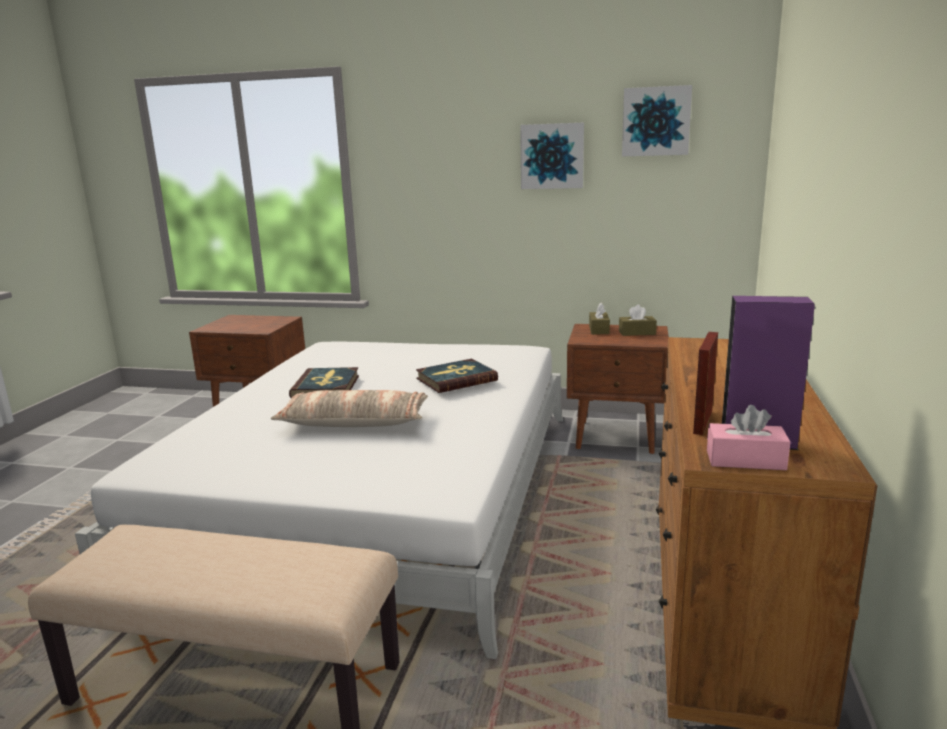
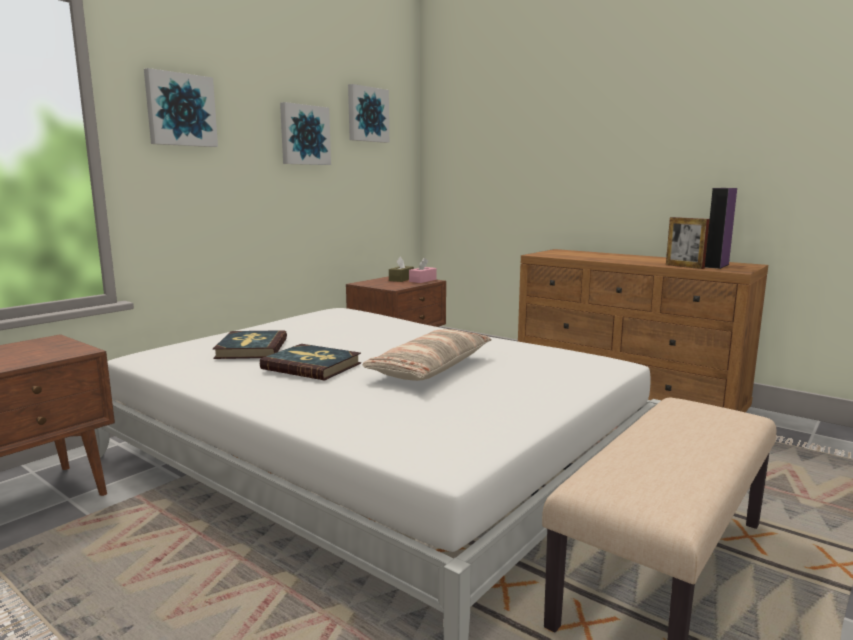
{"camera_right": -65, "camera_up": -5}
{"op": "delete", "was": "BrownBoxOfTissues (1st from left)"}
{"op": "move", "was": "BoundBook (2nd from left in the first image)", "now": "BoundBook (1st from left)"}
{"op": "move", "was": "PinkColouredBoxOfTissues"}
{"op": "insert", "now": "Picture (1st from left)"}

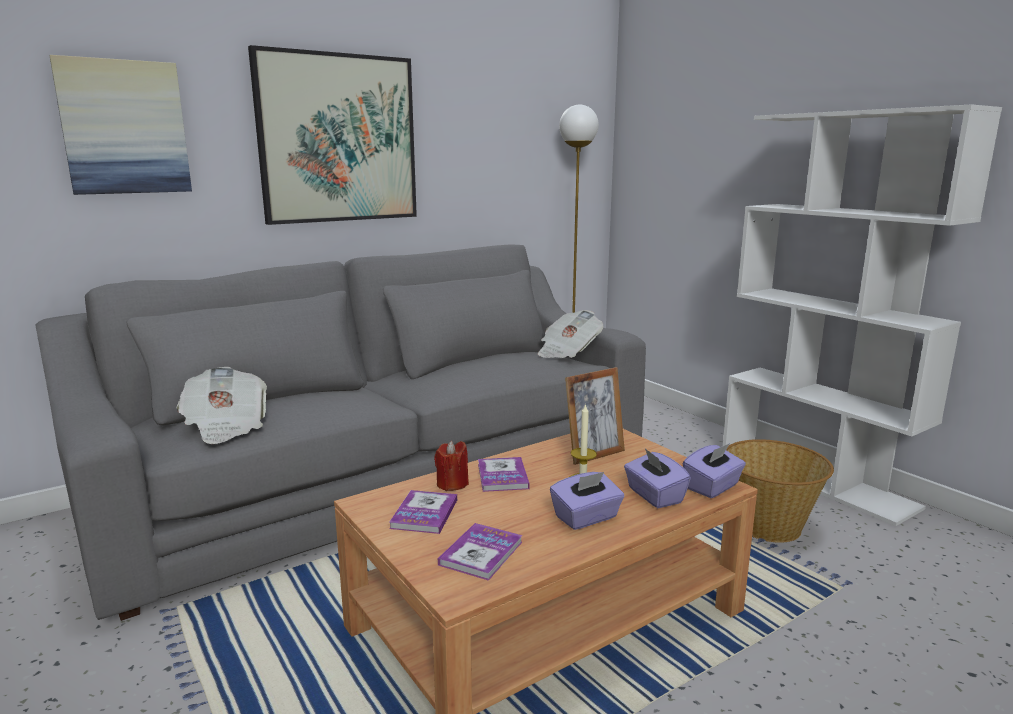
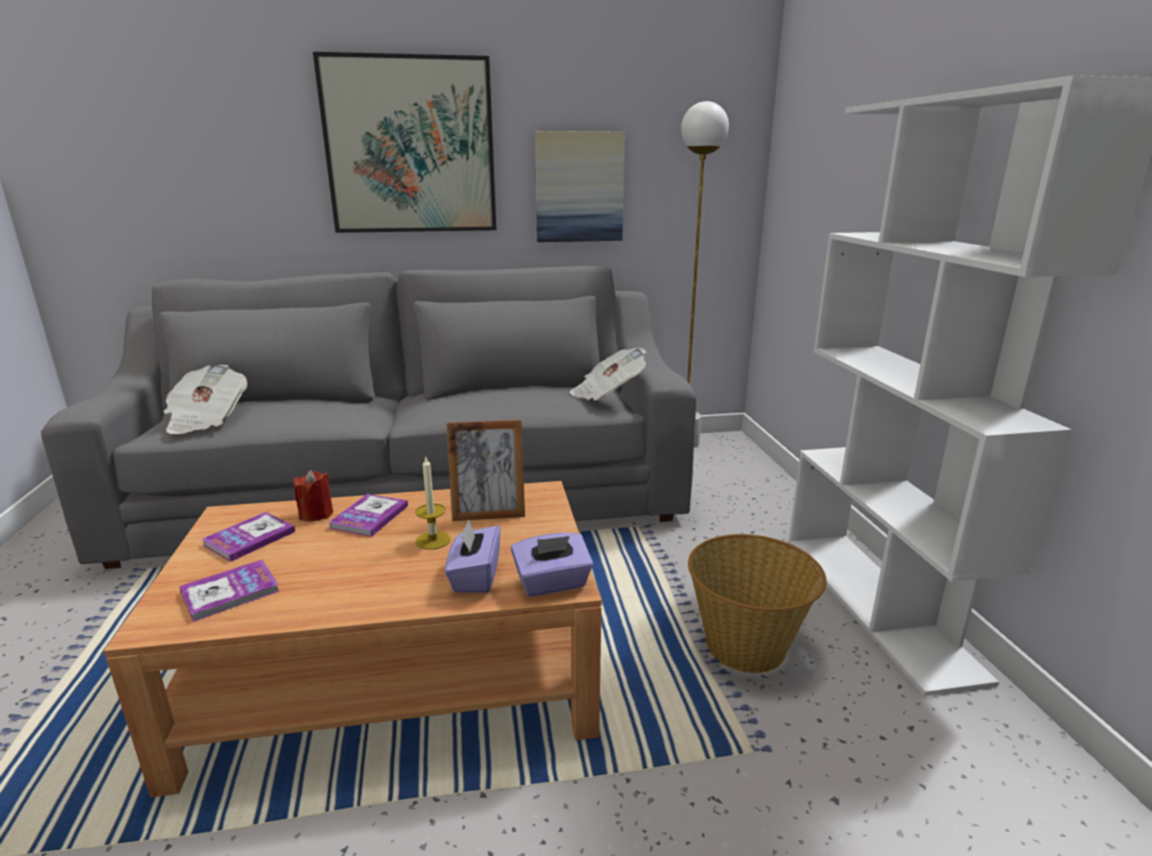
{"camera_right": 25, "camera_up": 5}
{"op": "move", "was": "Picture (1st from left in the first image)", "now": "Picture (2nd from left)"}
{"op": "delete", "was": "PurpleColouredBoxOfTissues (1st from left)"}

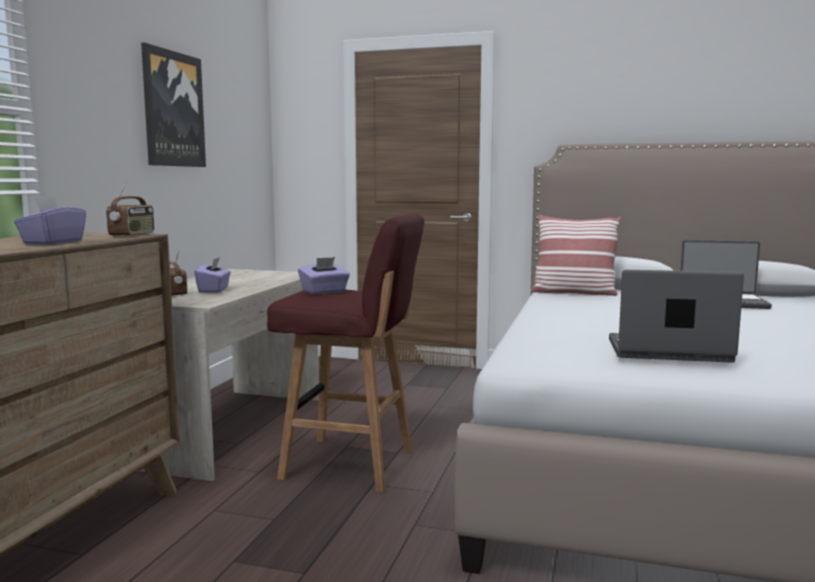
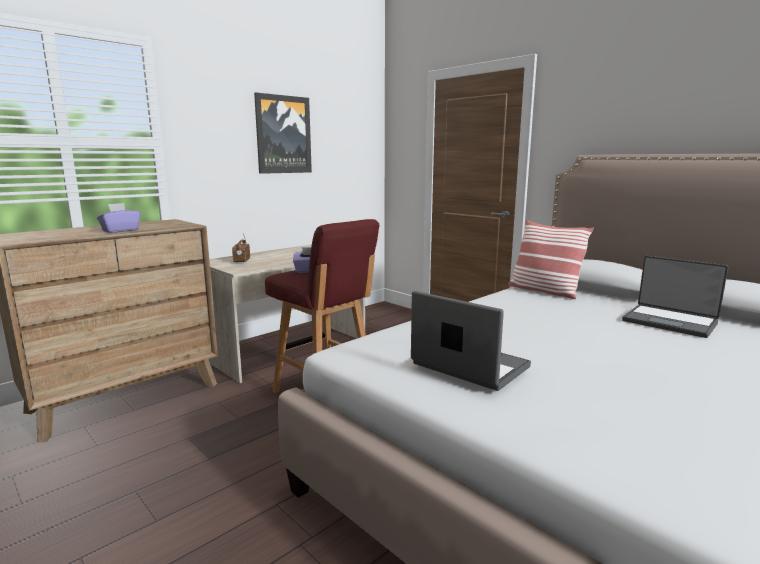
{"camera_right": 30, "camera_up": 5}
{"op": "delete", "was": "Radio (1st from left)"}
{"op": "delete", "was": "PurpleColouredBoxOfTissues (2nd from left)"}

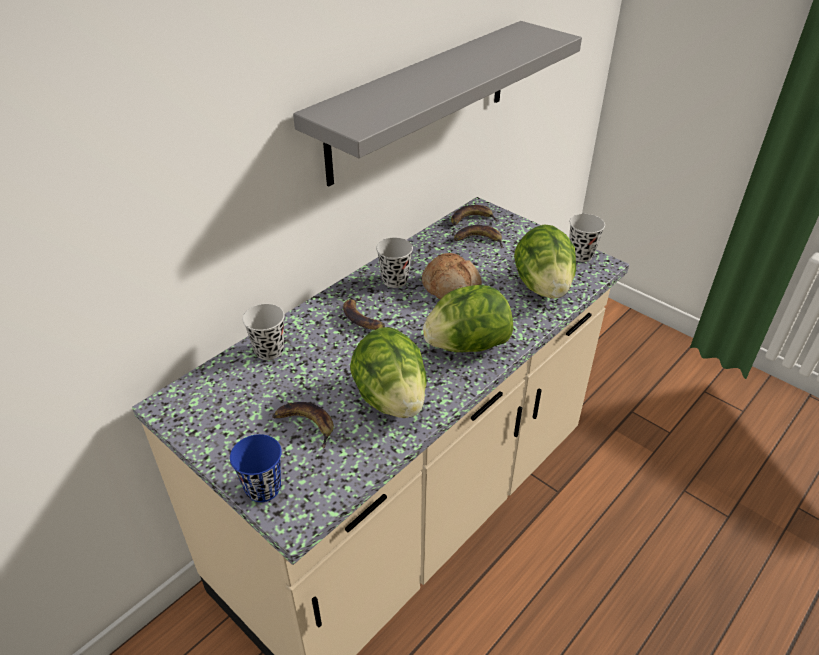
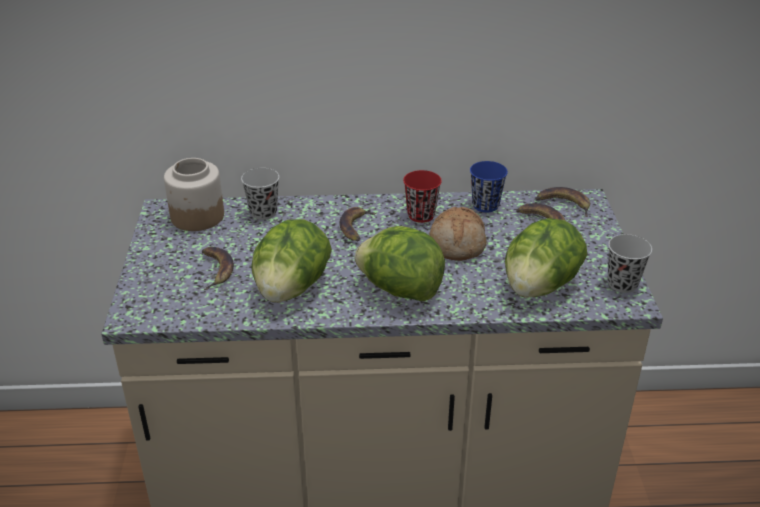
{"camera_right": 45, "camera_up": -5}
{"op": "delete", "was": "GreyishWallShelf"}
{"op": "recolor", "was": "BlackCup (2nd from left)", "now": "RedCup"}
{"op": "move", "was": "BluishCup"}
{"op": "insert", "now": "StorageJar"}

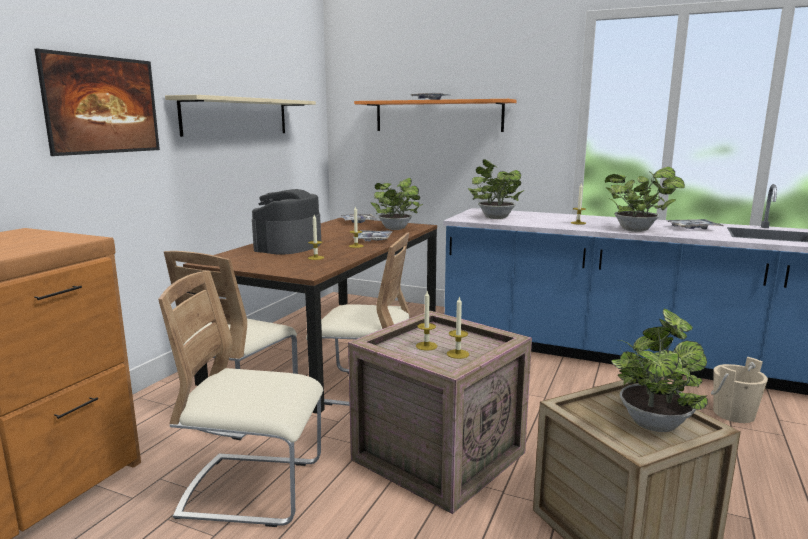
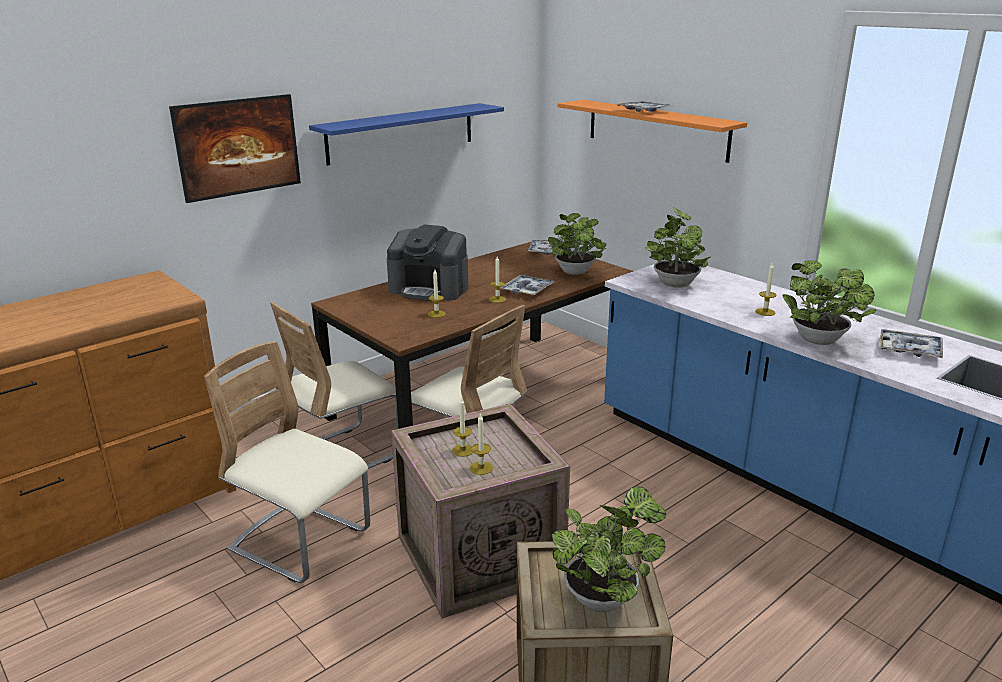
{"camera_right": 25, "camera_up": 10}
{"op": "recolor", "was": "BeigeWallShelf", "now": "BluishWallShelf"}
{"op": "rotate", "was": "CoffeeMachine", "clockwise": -120}
{"op": "delete", "was": "BeigeWaterBucket"}

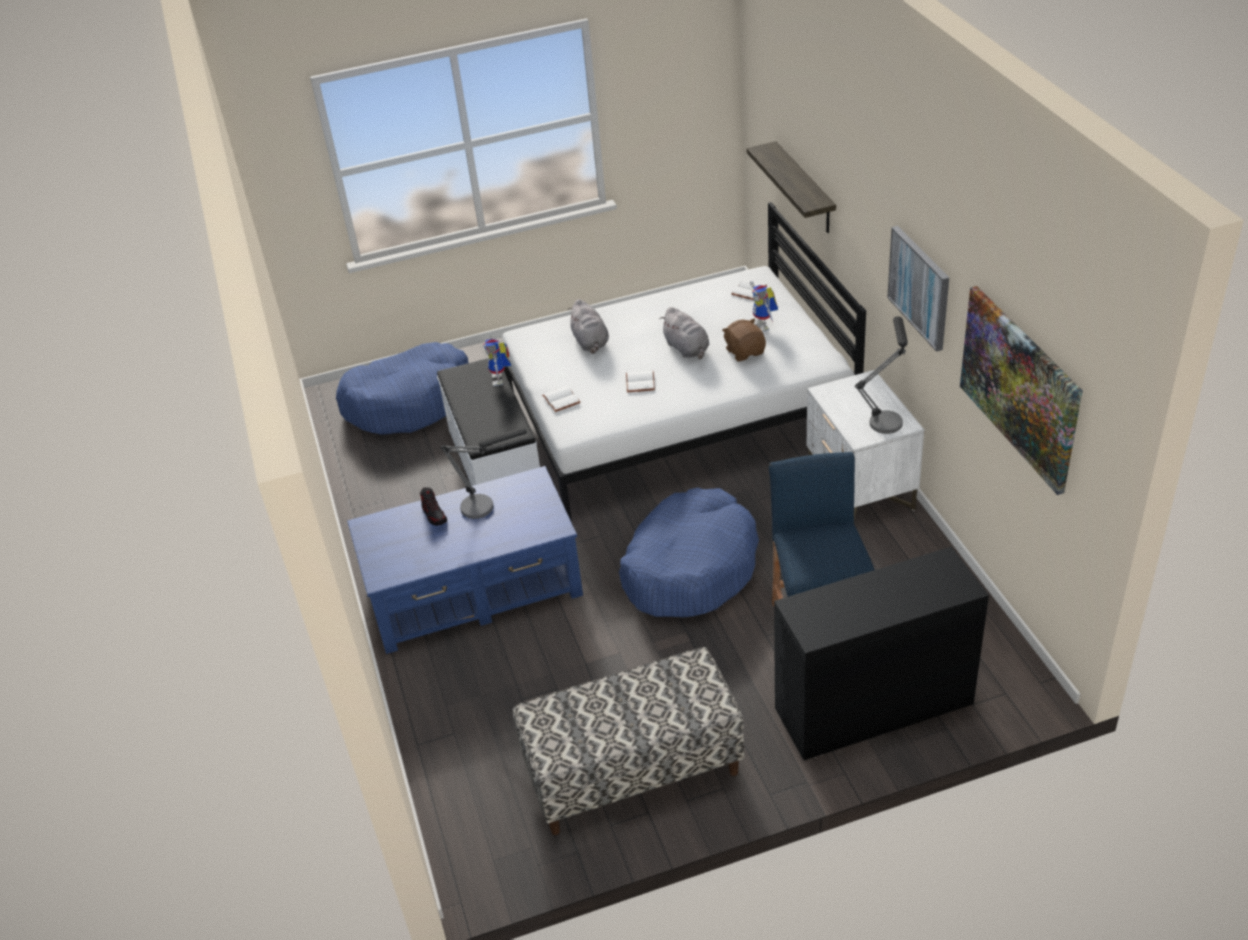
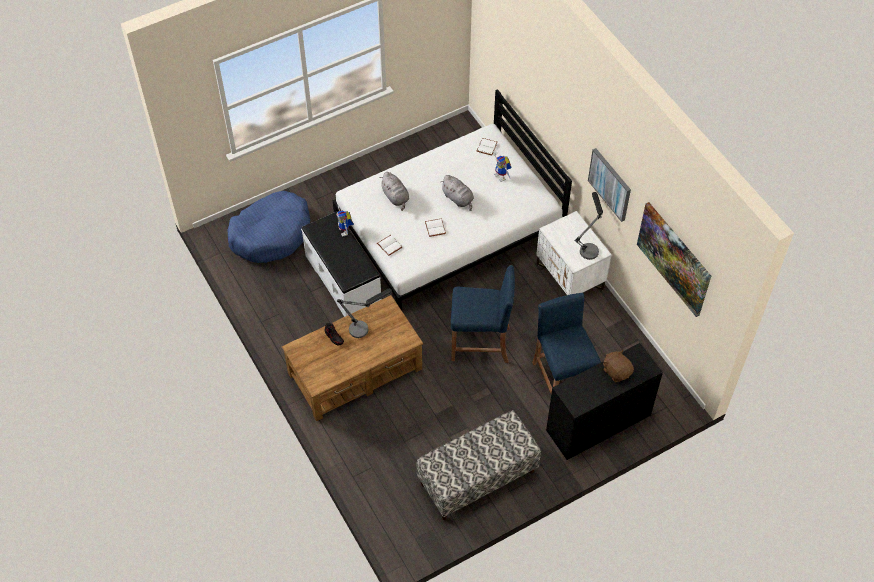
{"camera_right": -15, "camera_up": 15}
{"op": "delete", "was": "WallShelf"}
{"op": "move", "was": "BrownCuddlyToy"}
{"op": "recolor", "was": "BluishCoffeeTable", "now": "BrownCoffeeTable"}
{"op": "replace", "was": "BluishDogCushion (2nd from left)", "now": "BluishStoolSeat (1st from left)"}

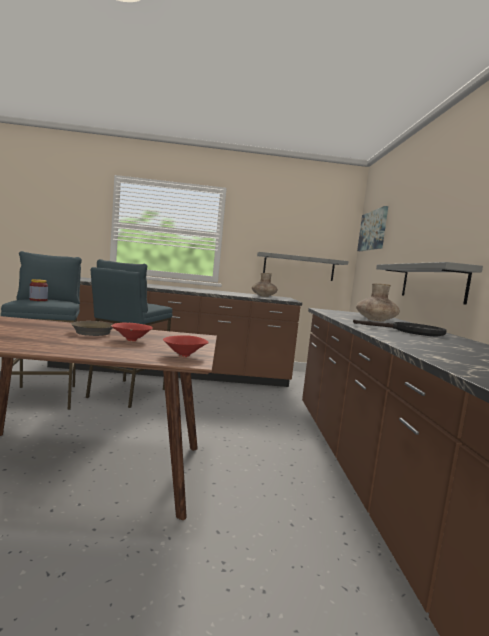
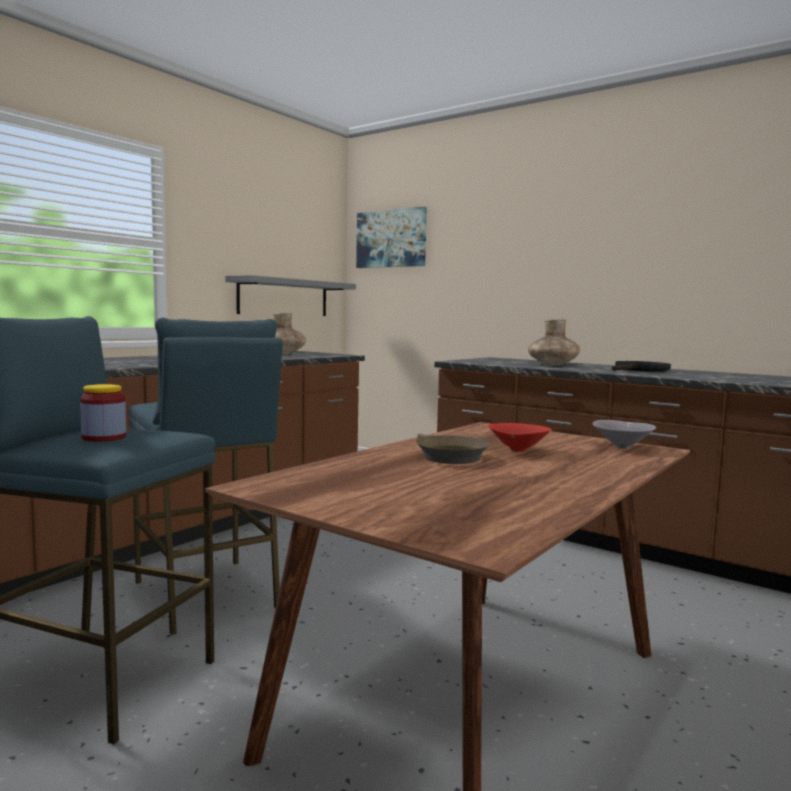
{"camera_right": -50, "camera_up": 0}
{"op": "delete", "was": "GreyishWallShelf (2nd from left)"}
{"op": "recolor", "was": "RedDeepDish (2nd from left)", "now": "GreyishDeepDish"}

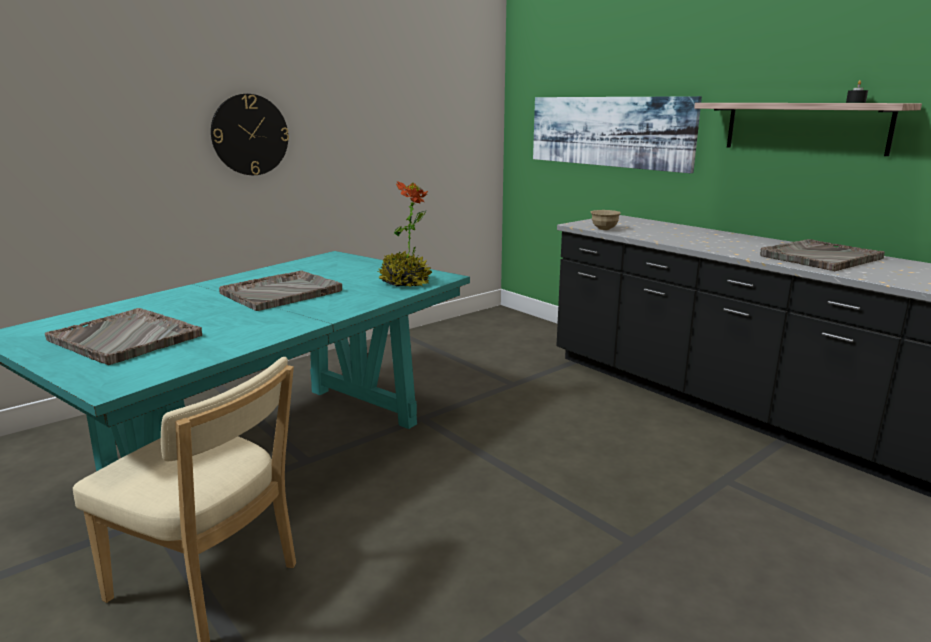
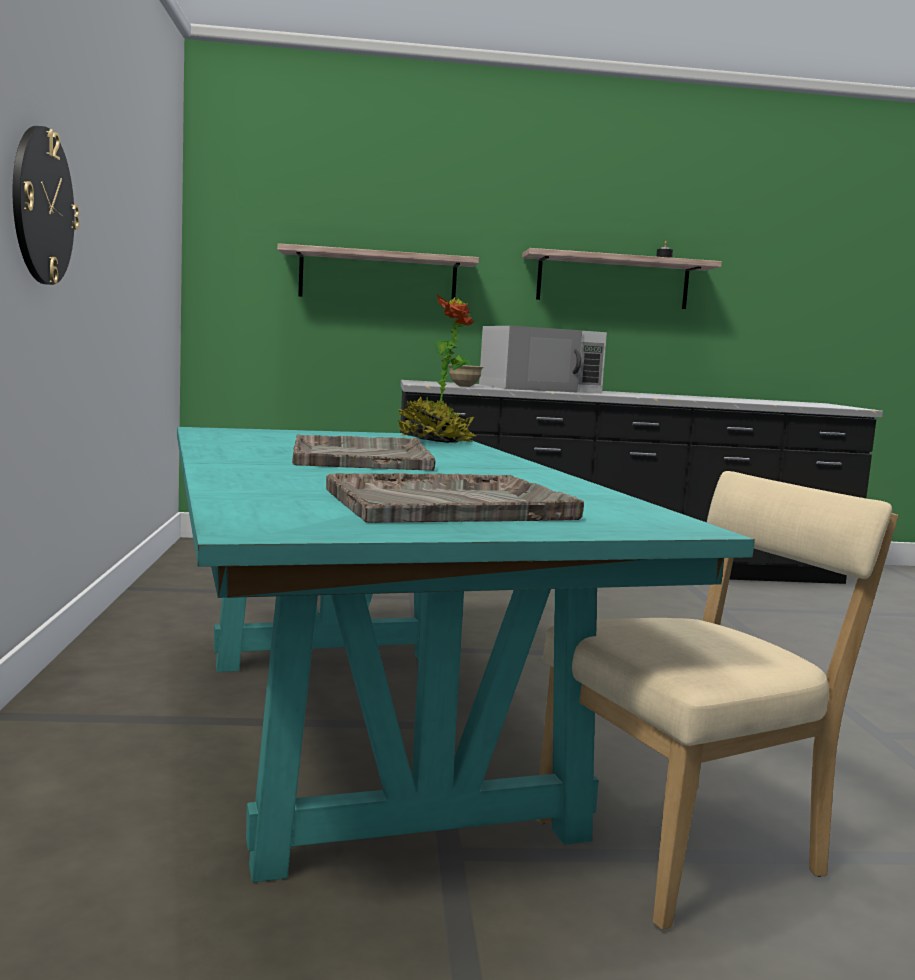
{"camera_right": -55, "camera_up": -10}
{"op": "replace", "was": "Picture", "now": "WallShelf (1st from left)"}
{"op": "delete", "was": "GreyishCarryingTray (3rd from left)"}
{"op": "insert", "now": "WhiteMicrowave"}

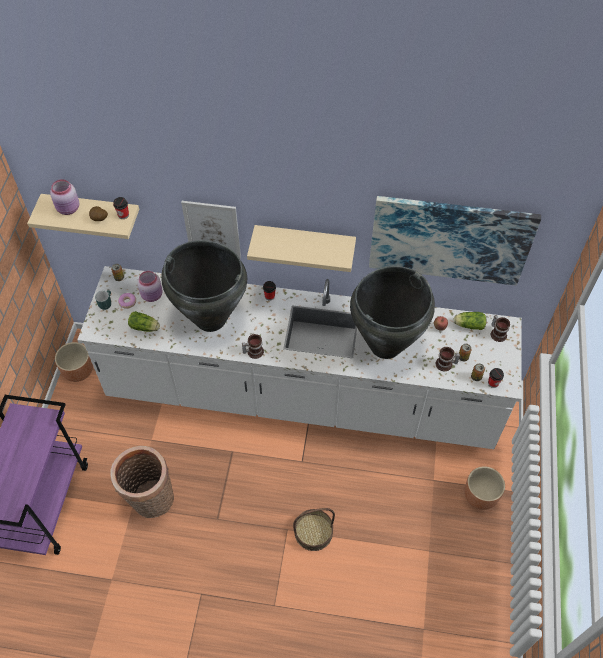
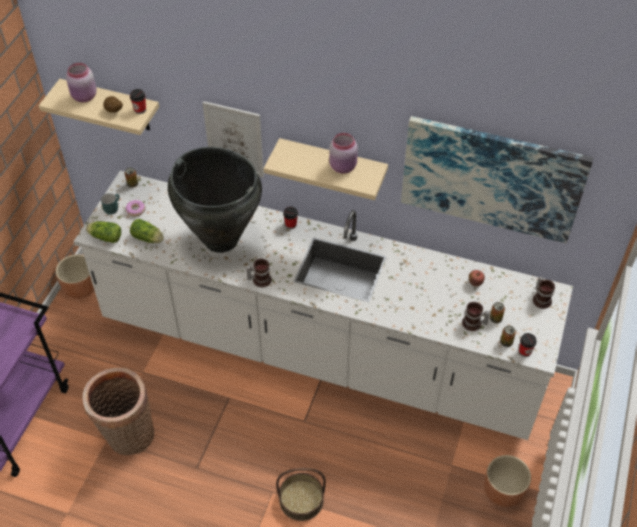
{"camera_right": 10, "camera_up": -5}
{"op": "delete", "was": "BlackVase (2nd from left)"}
{"op": "move", "was": "PinkColouredStorageJar (2nd from left)"}
{"op": "move", "was": "LettuceHead (2nd from left in the first image)", "now": "LettuceHead (1st from left)"}

